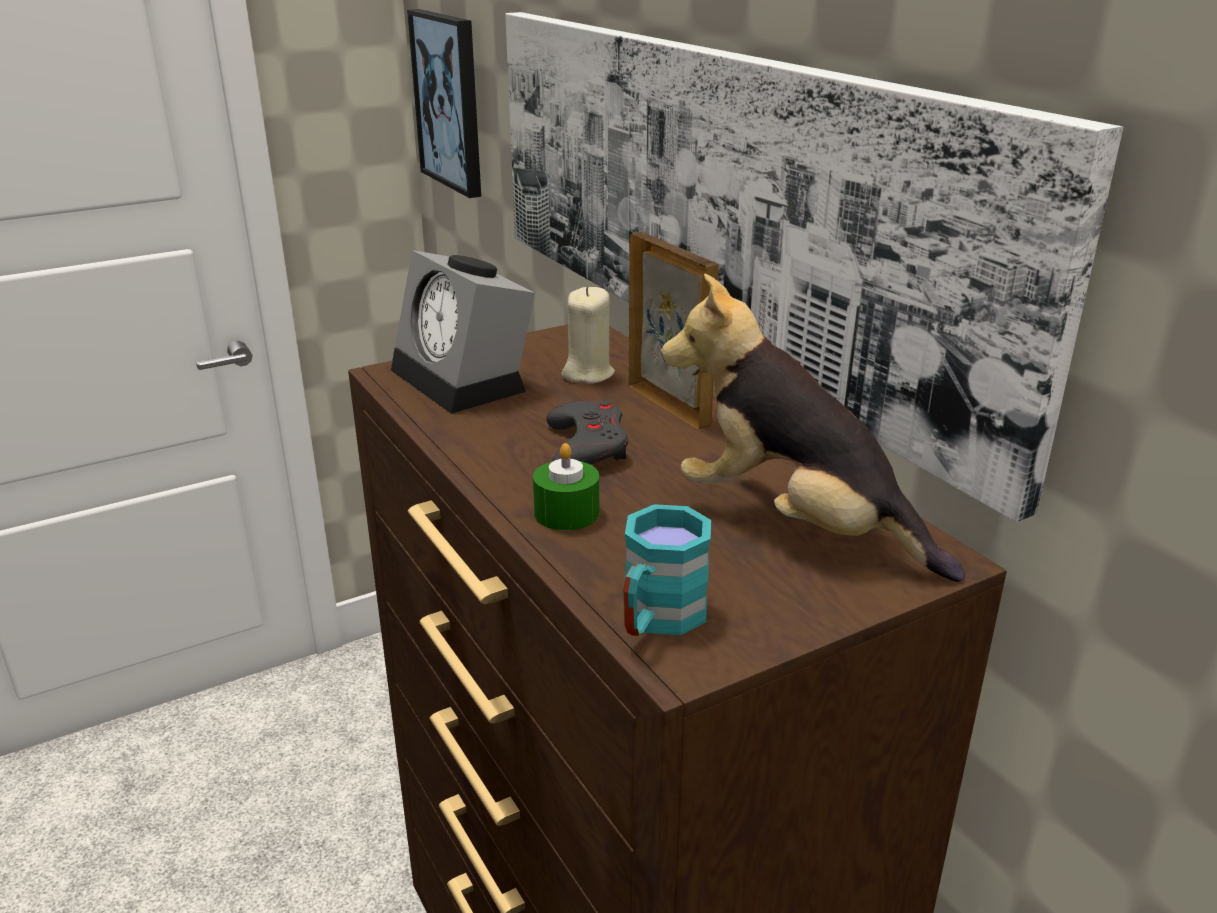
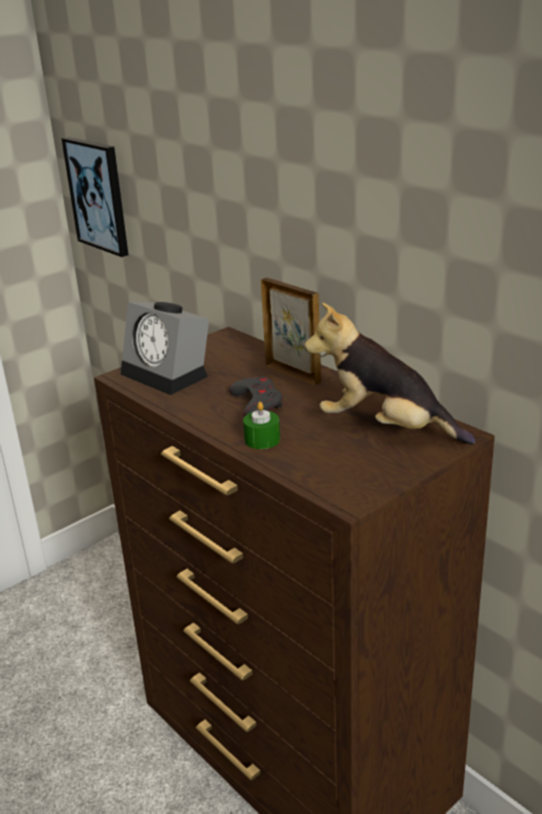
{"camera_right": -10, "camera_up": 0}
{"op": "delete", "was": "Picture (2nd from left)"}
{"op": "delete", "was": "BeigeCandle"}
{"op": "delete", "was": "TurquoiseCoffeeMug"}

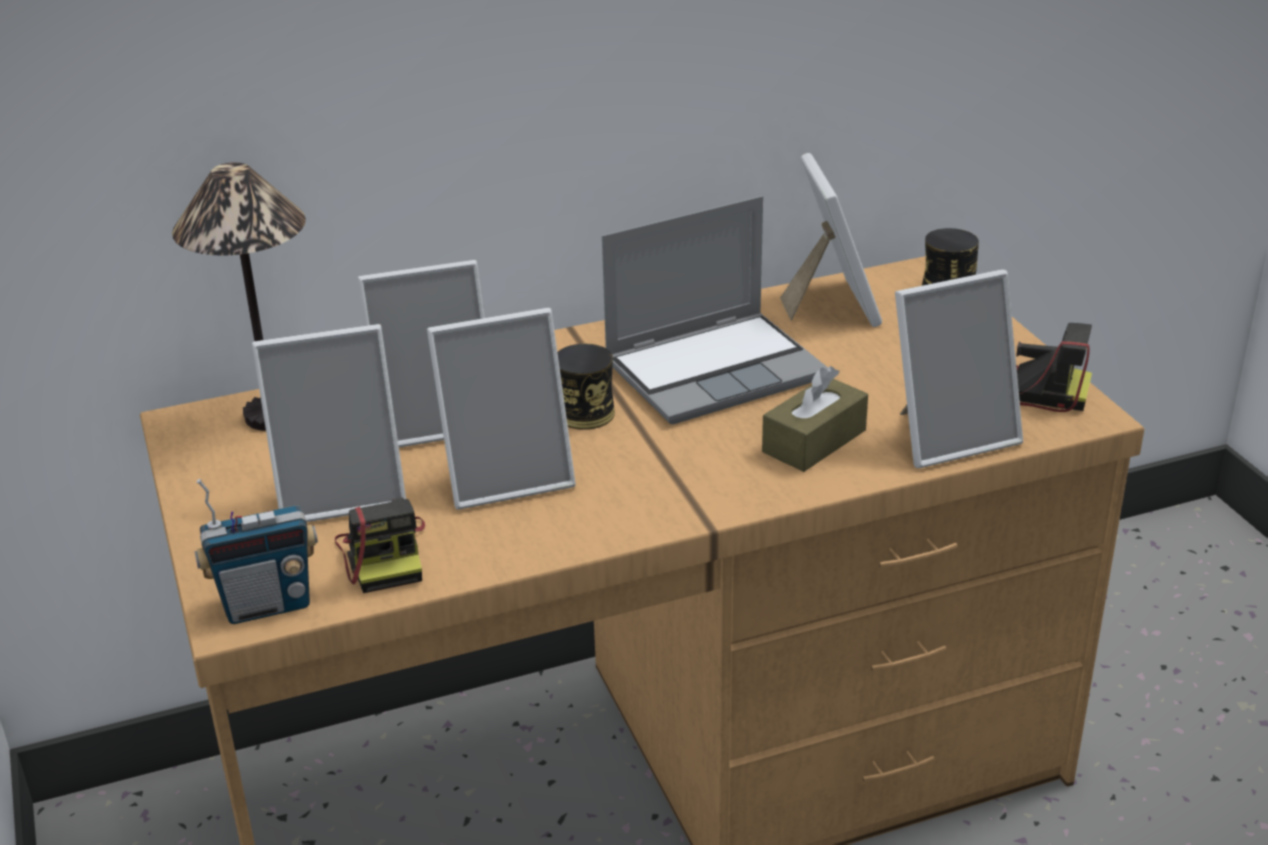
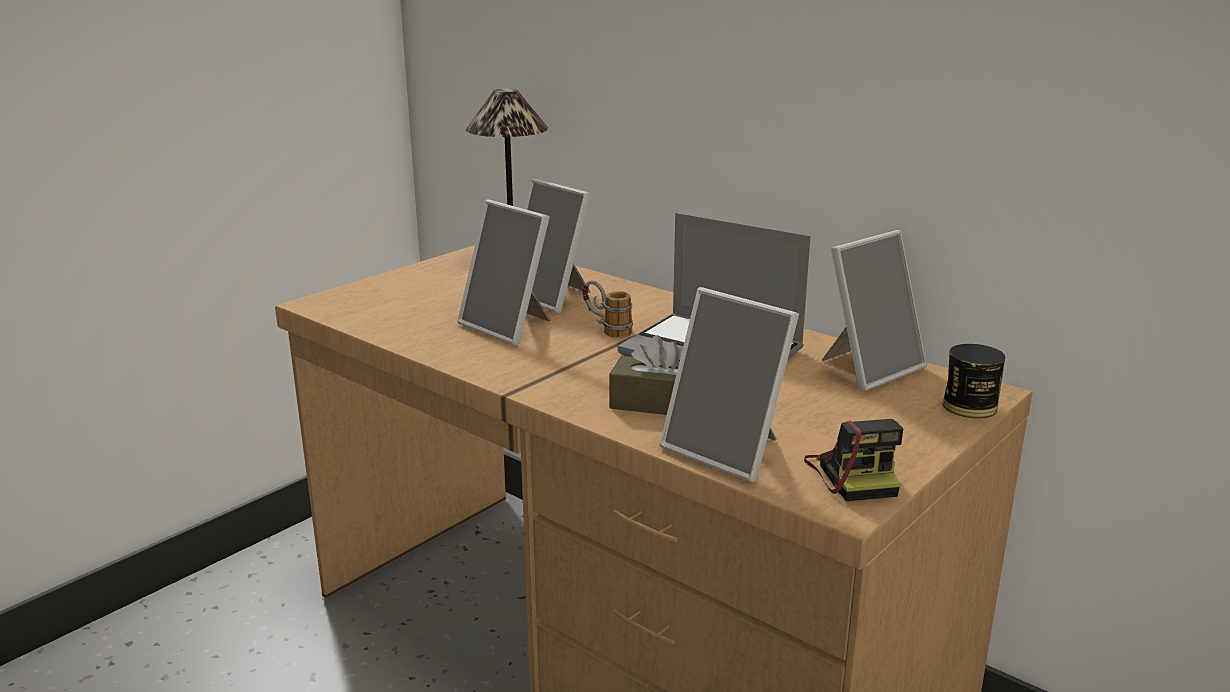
{"camera_right": 60, "camera_up": -10}
{"op": "delete", "was": "PhotoFrame (1st from left)"}
{"op": "replace", "was": "SealedCan (1st from left)", "now": "CoffeeMug"}
{"op": "delete", "was": "Radio"}
{"op": "delete", "was": "StillCamera (1st from left)"}

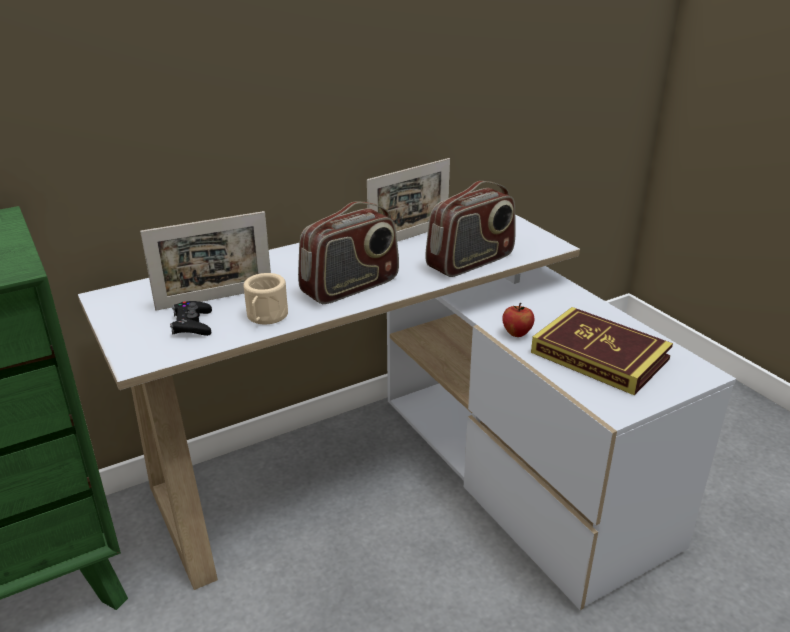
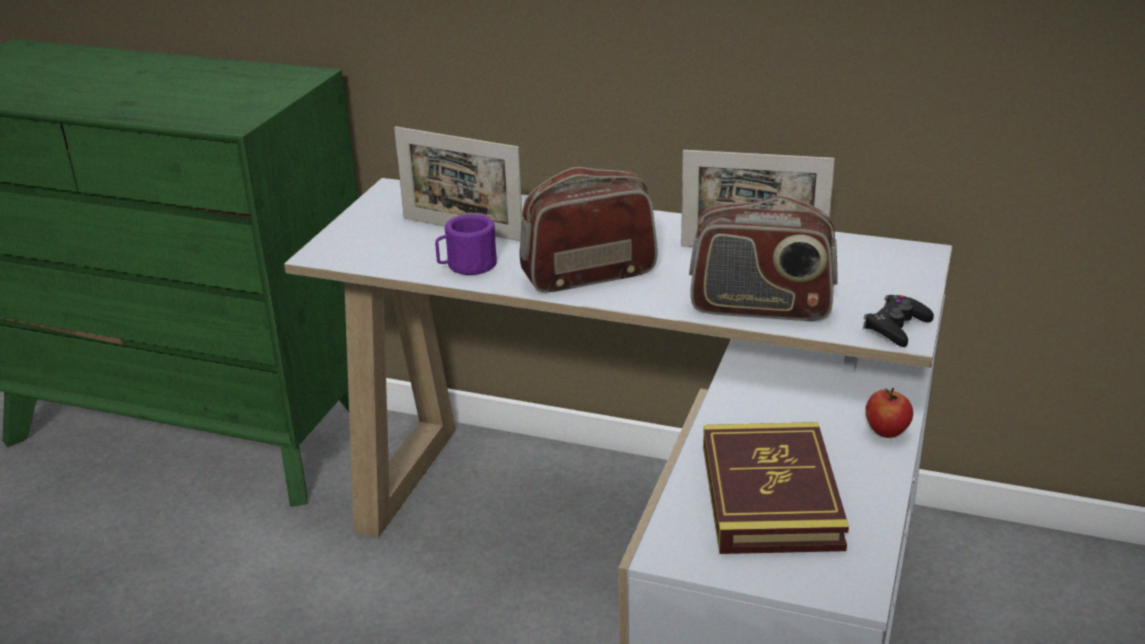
{"camera_right": 50, "camera_up": 0}
{"op": "rotate", "was": "Radio (1st from left)", "clockwise": 150}
{"op": "recolor", "was": "BeigeCoffeeMug", "now": "PurpleColouredCoffeeMug"}
{"op": "move", "was": "BlackGameController"}
{"op": "move", "was": "Apple"}

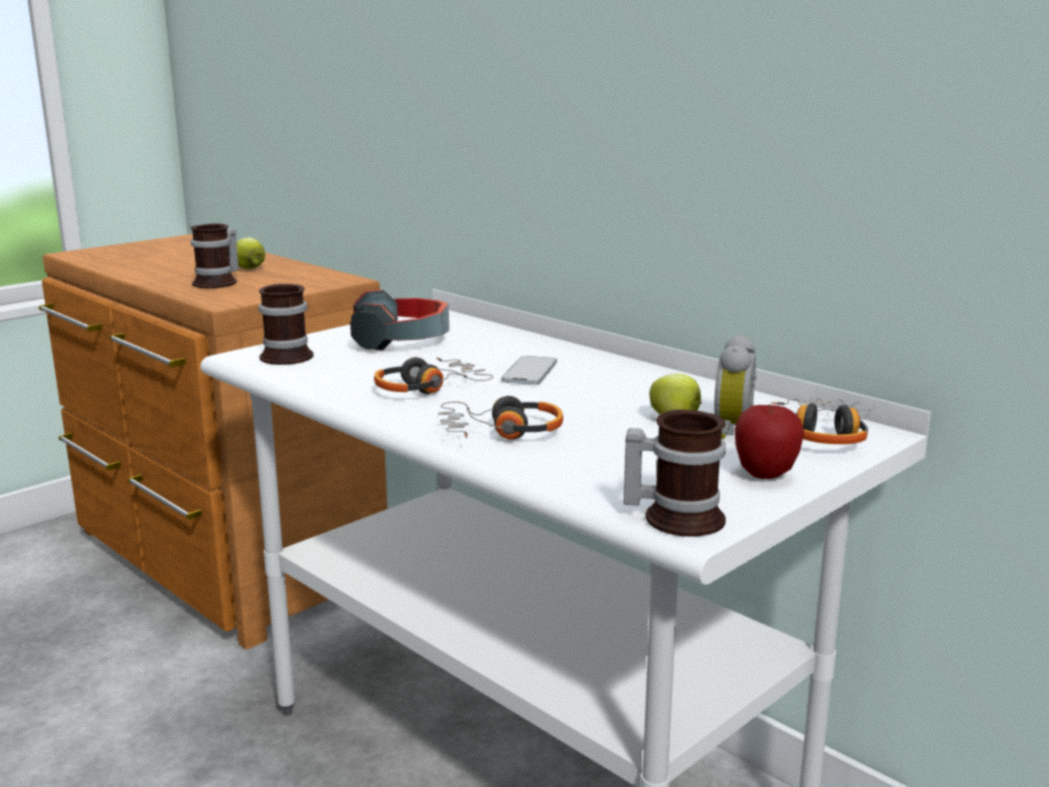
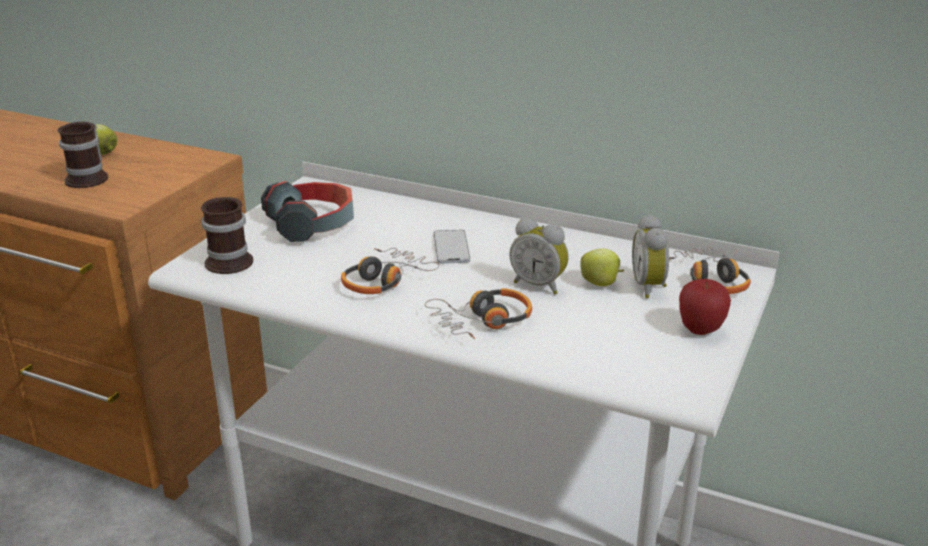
{"camera_right": -20, "camera_up": 10}
{"op": "delete", "was": "CoffeeMug (3rd from left)"}
{"op": "insert", "now": "TableClock (1st from left)"}

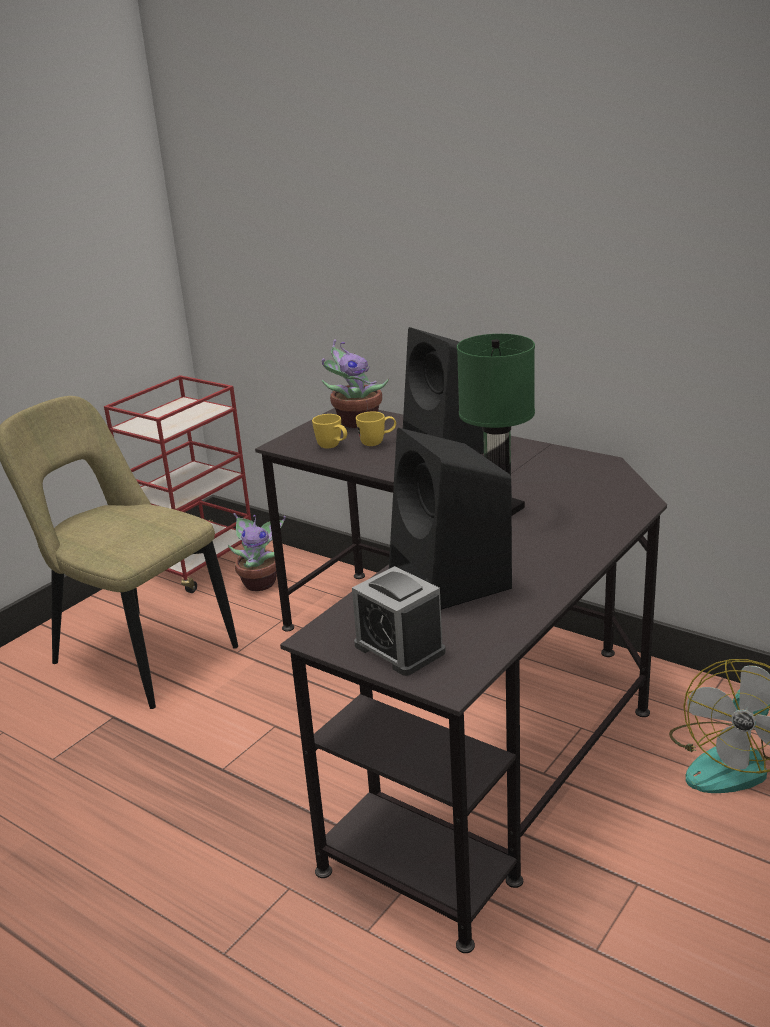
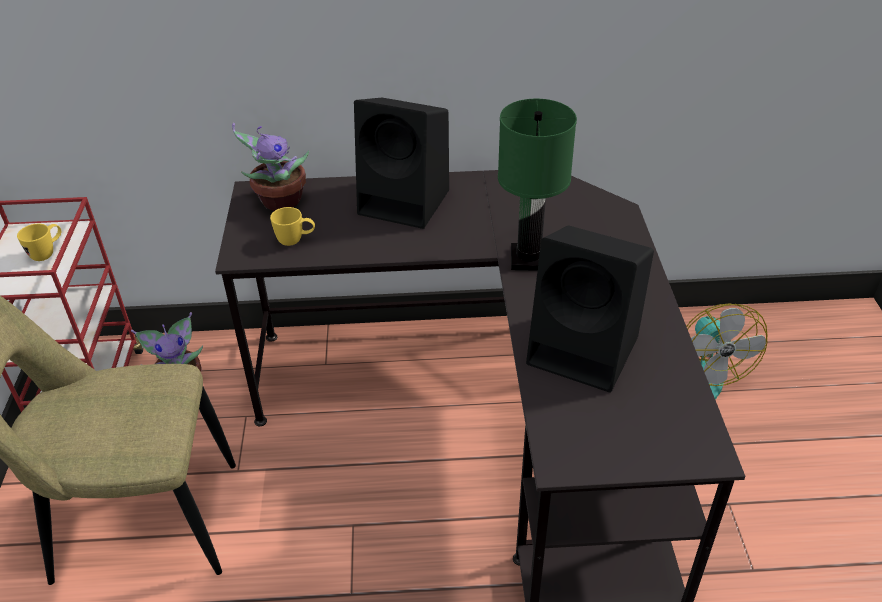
{"camera_right": -40, "camera_up": 15}
{"op": "move", "was": "YellowColouredCoffeeMug (2nd from left in the first image)", "now": "YellowColouredCoffeeMug (1st from left)"}
{"op": "delete", "was": "TableClock"}

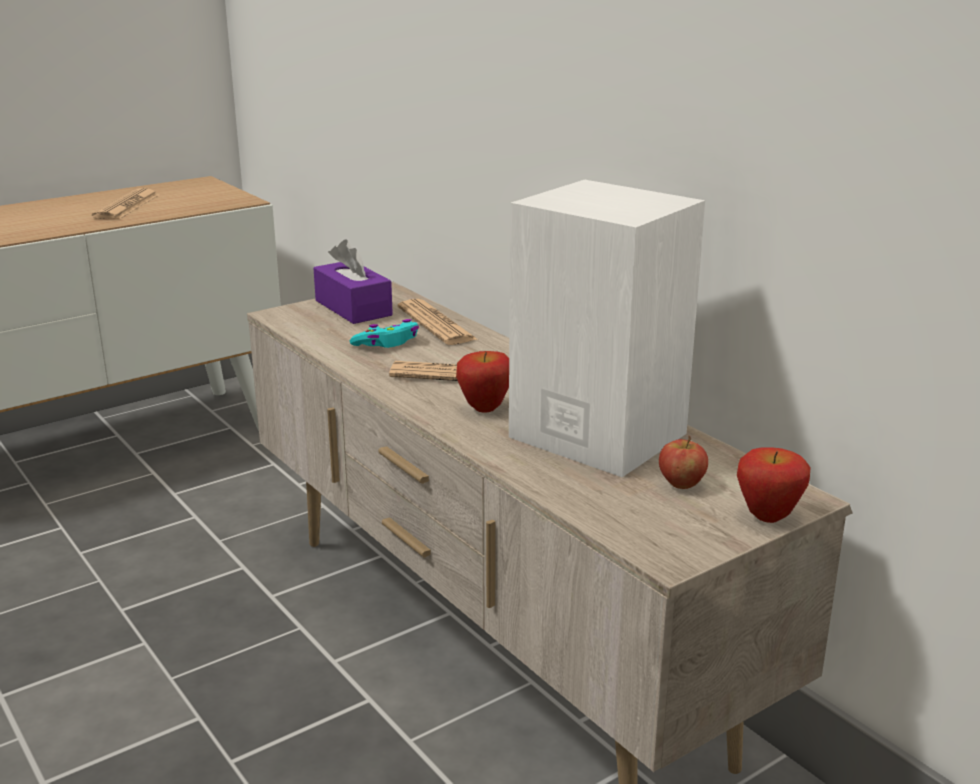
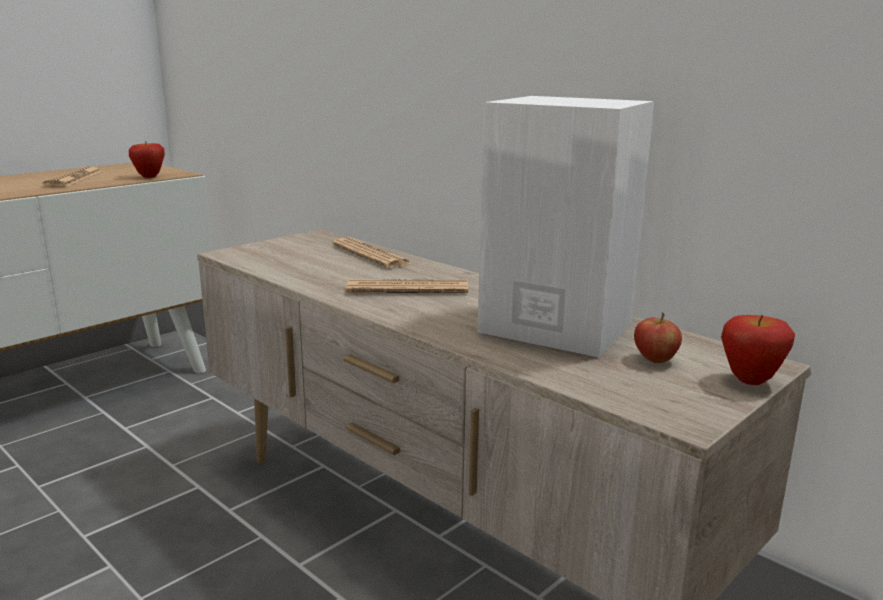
{"camera_right": -10, "camera_up": -5}
{"op": "delete", "was": "PurpleColouredBoxOfTissues"}
{"op": "delete", "was": "TurquoiseGameController"}
{"op": "move", "was": "Apple (1st from left)"}

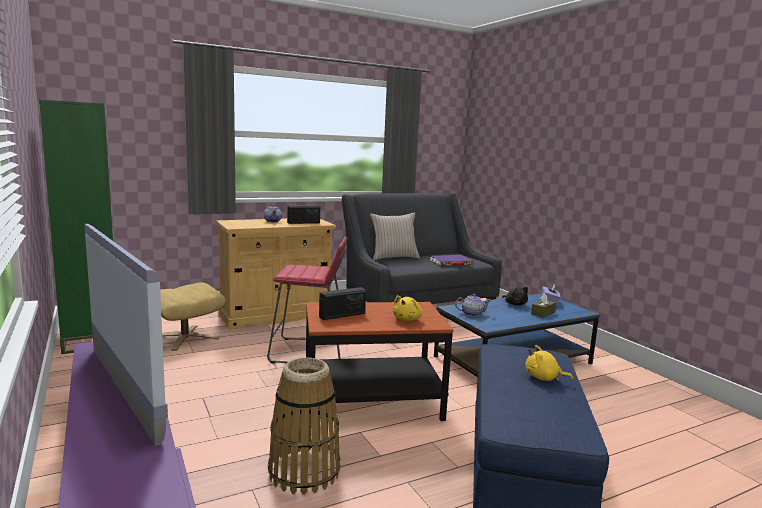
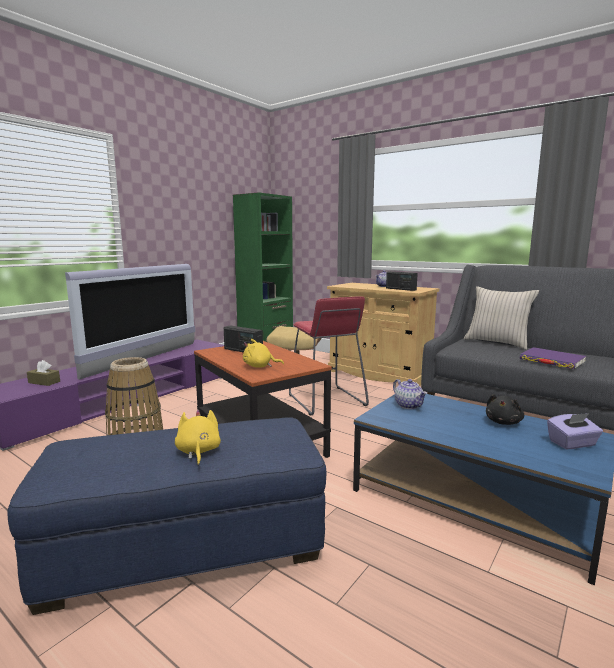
{"camera_right": 65, "camera_up": 0}
{"op": "move", "was": "BrownBoxOfTissues"}

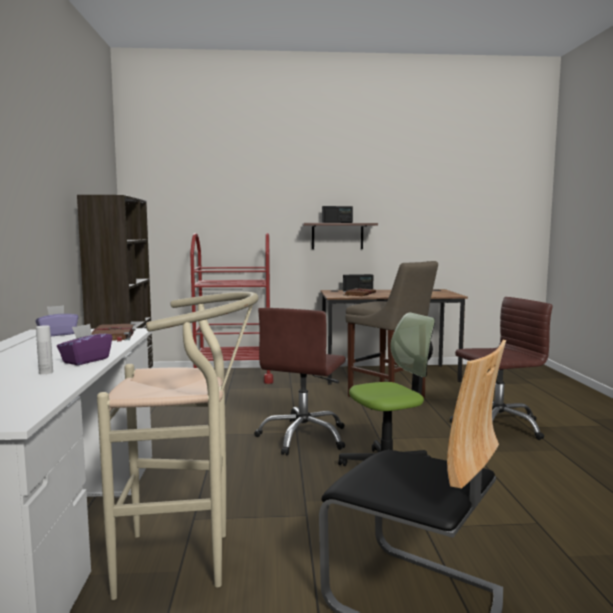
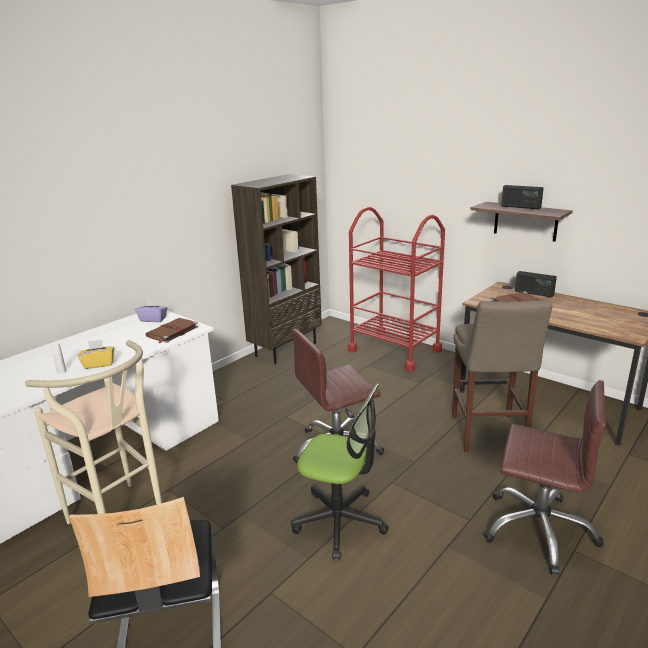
{"camera_right": 45, "camera_up": 15}
{"op": "recolor", "was": "PurpleColouredBoxOfTissues (2nd from left)", "now": "YellowColouredBoxOfTissues"}

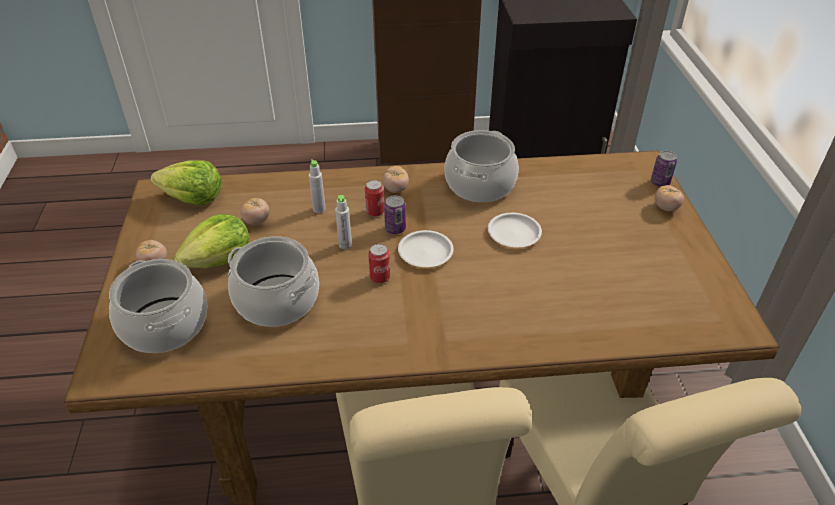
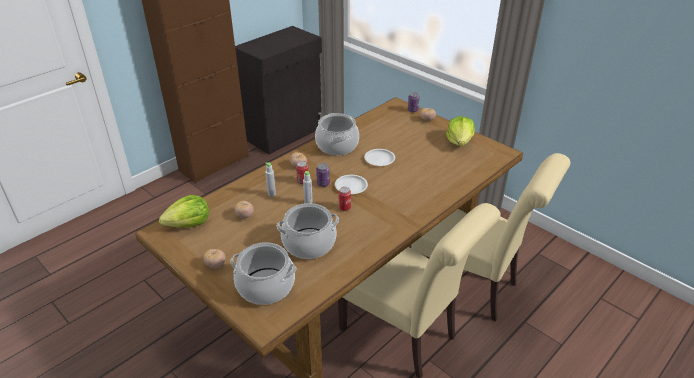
{"camera_right": -40, "camera_up": -5}
{"op": "move", "was": "LettuceHead (2nd from left)"}

